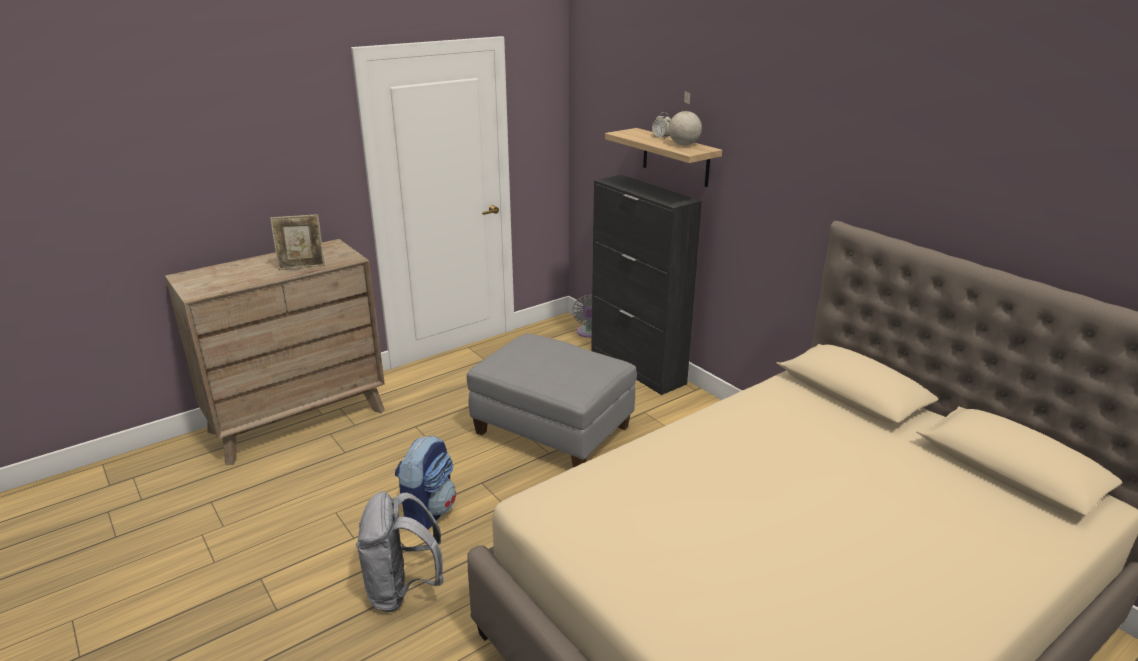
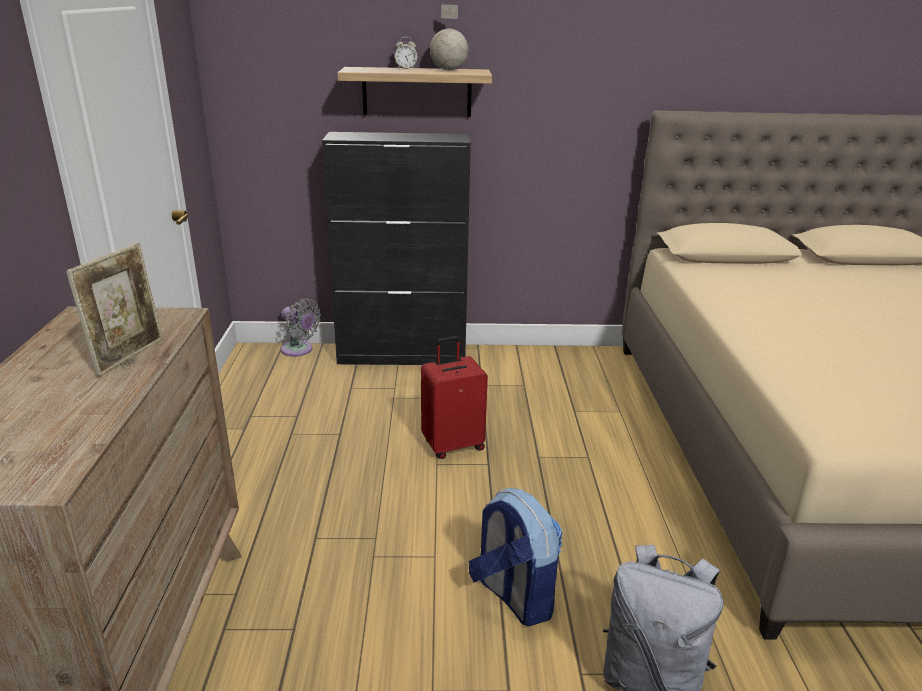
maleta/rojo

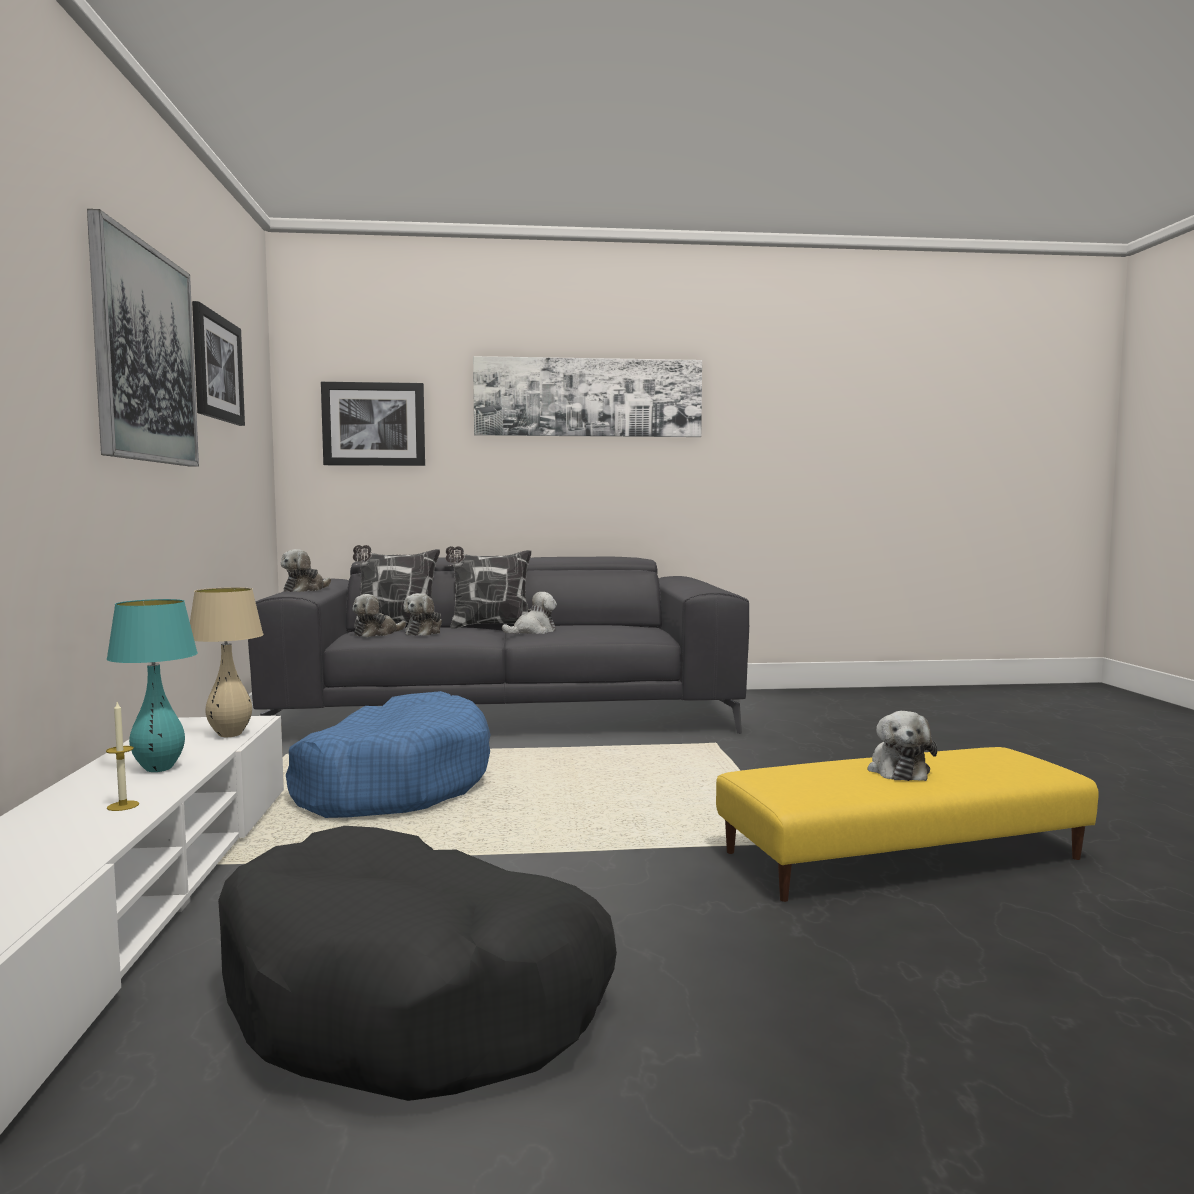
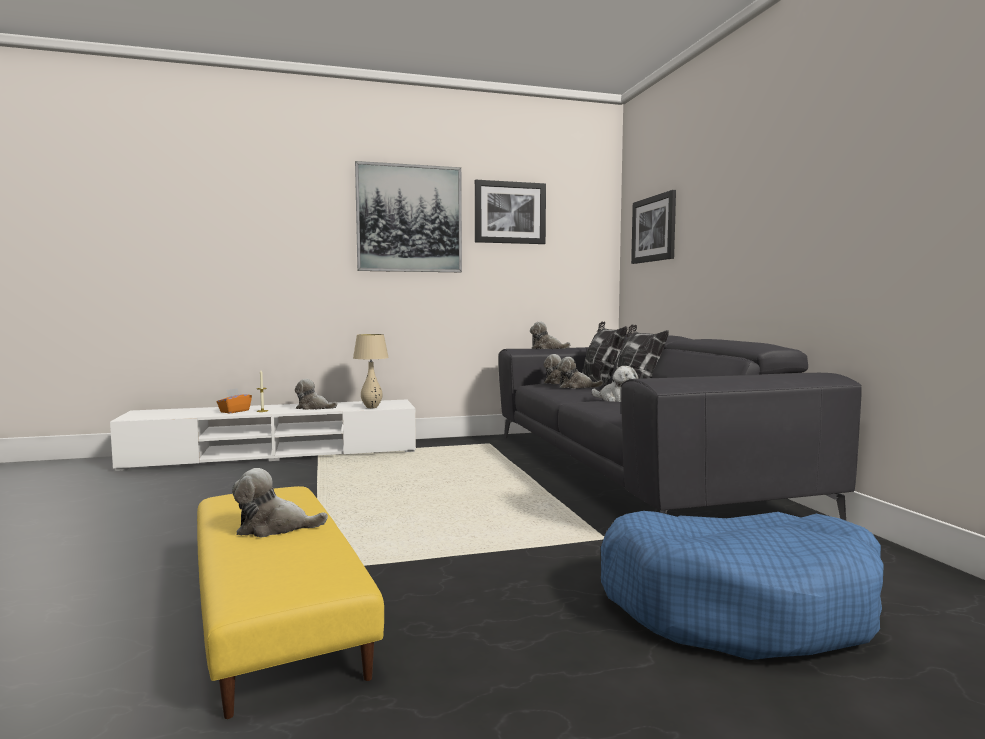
caja de pañuelos/naranja
peluche (no. 2 from left)
cama para perro/azul
cama para perro/negro
cuadro (no. 4 from left in the first image)

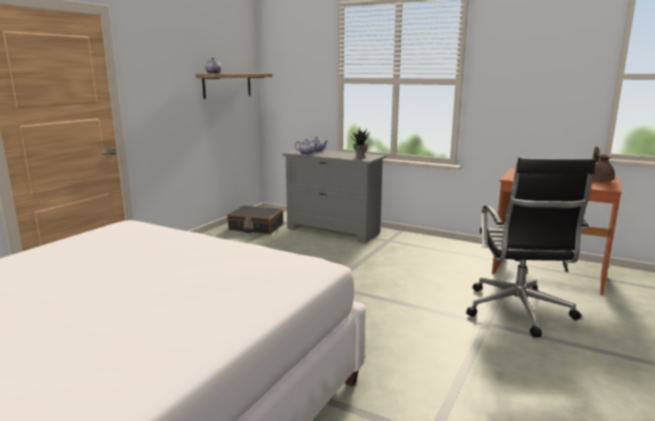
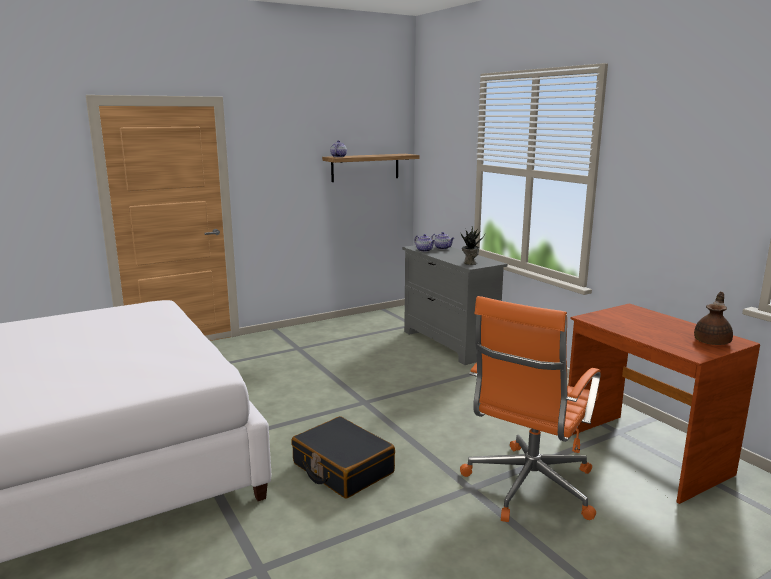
maleta/negro
silla de oficina/naranja

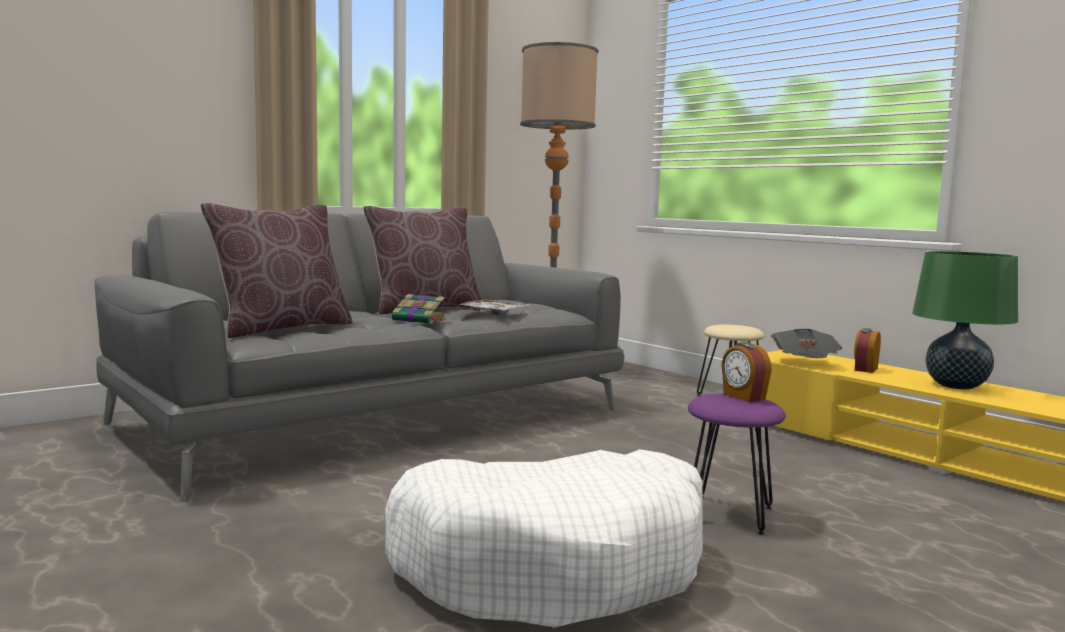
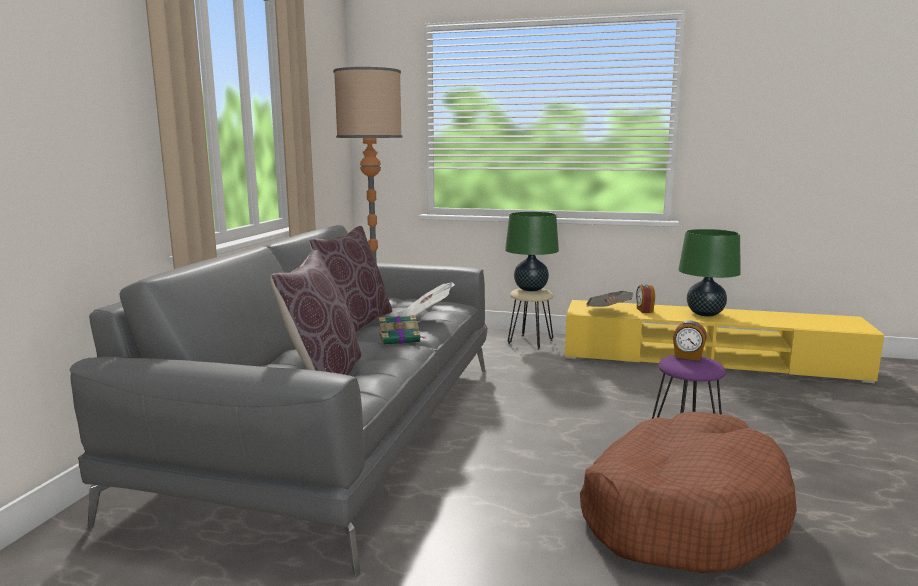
periódico (no. 1 from left)
lámpara de mesa/verde (no. 1 from left)
cama para perro/marrón

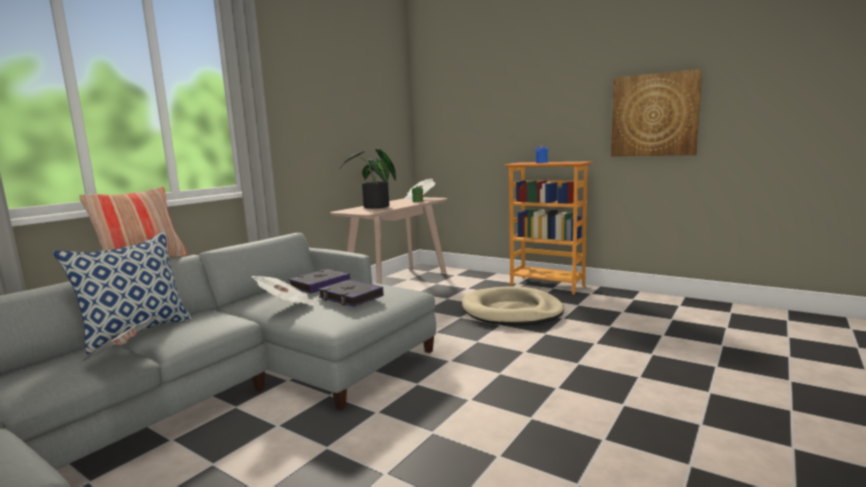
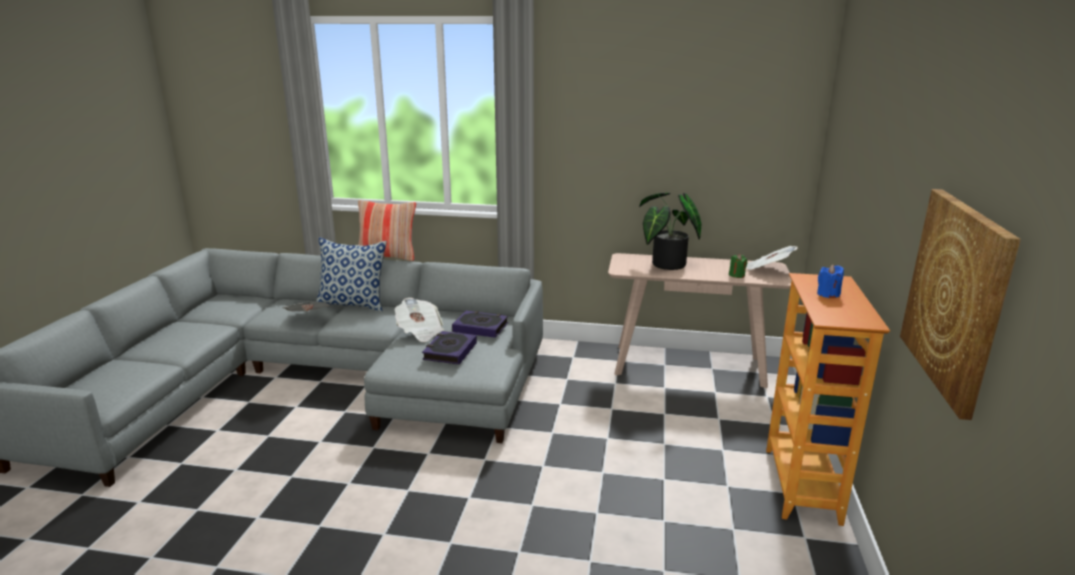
cama para perro/beis

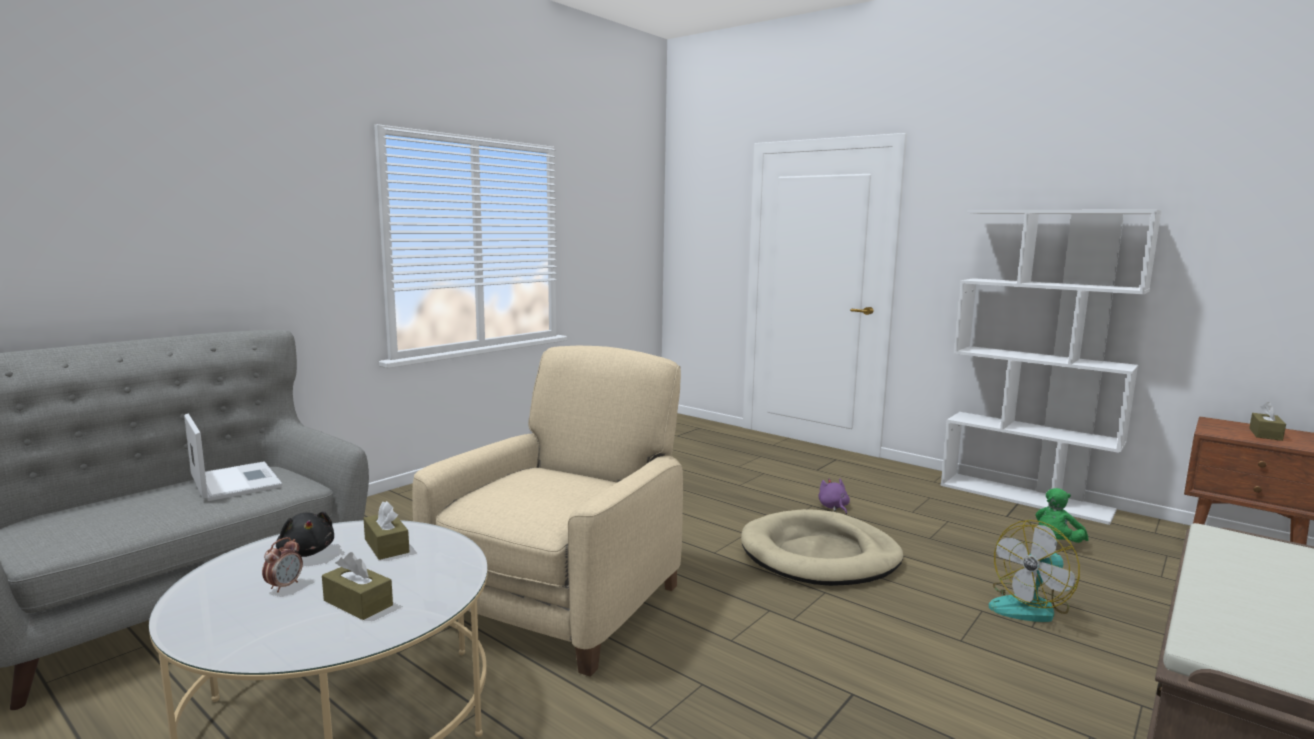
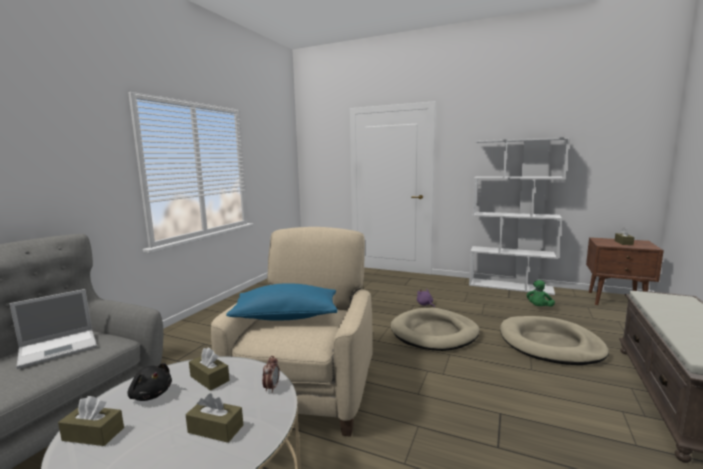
portátil
caja de pañuelos/marrón (no. 1 from left)
cojín/azul
despertador
cama para perro/beis (no. 2 from left)

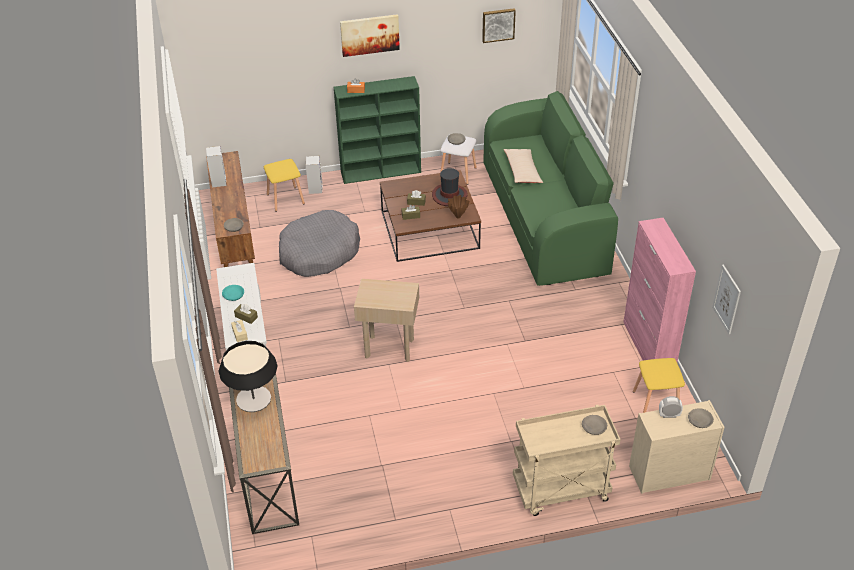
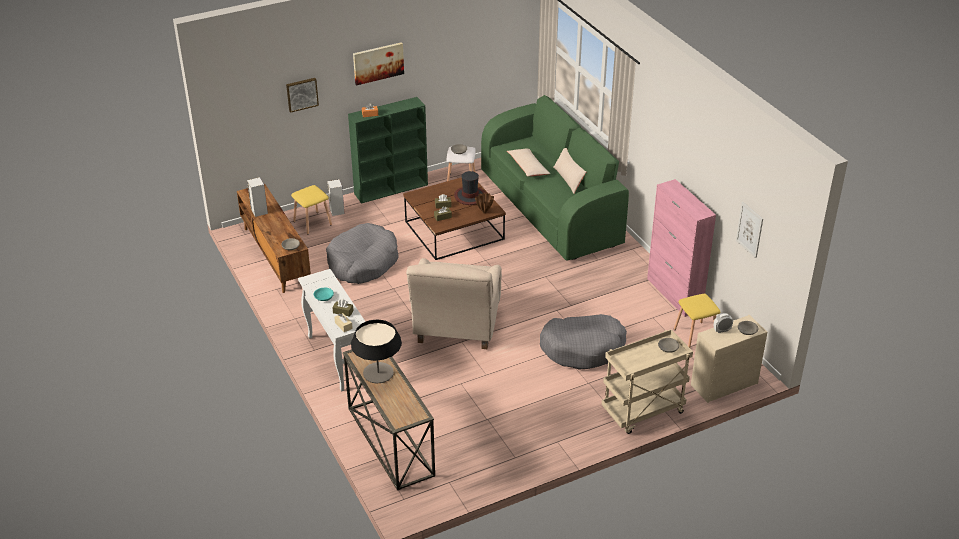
cuadro (no. 1 from left)
sillón/beis
cama para perro/gris (no. 2 from left)
cojín/beis (no. 2 from left)

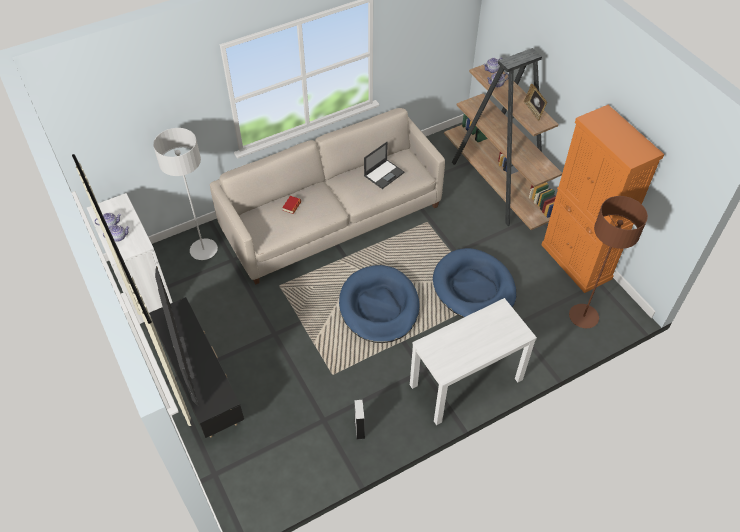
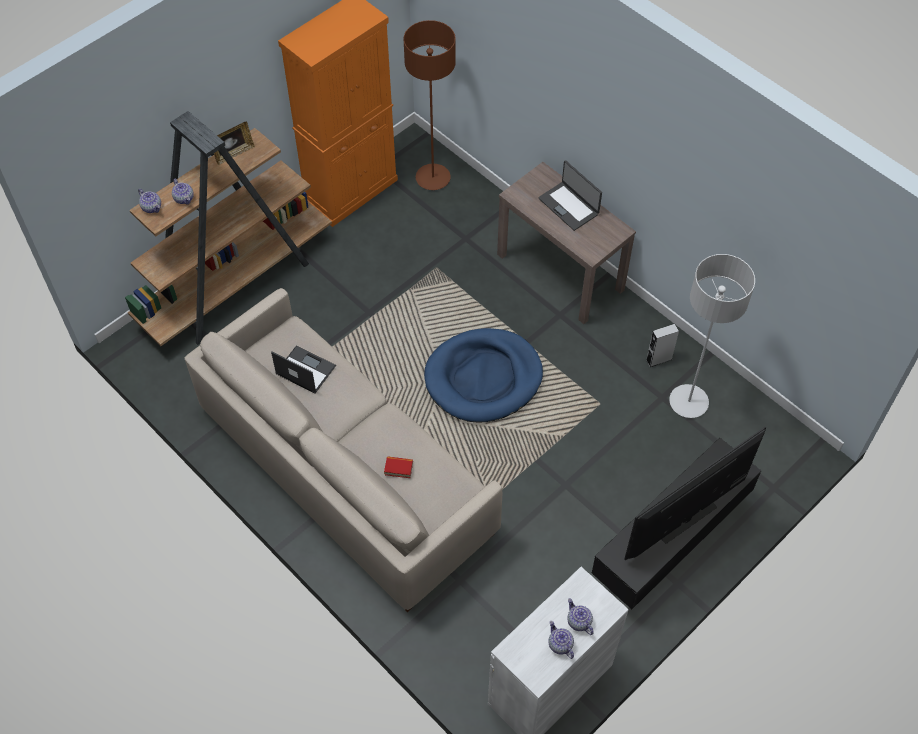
mesa consola/marrón
portátil (no. 2 from left)
lámpara de pie/gris
cama para perro/azul (no. 2 from left in the first image)

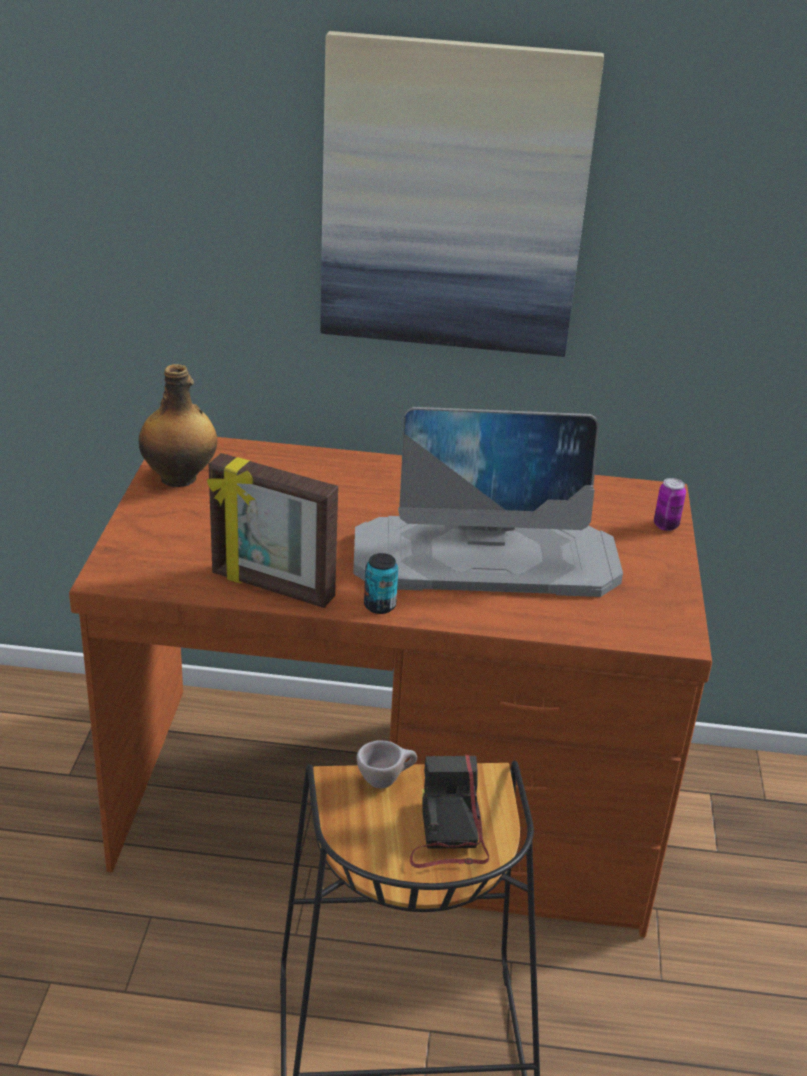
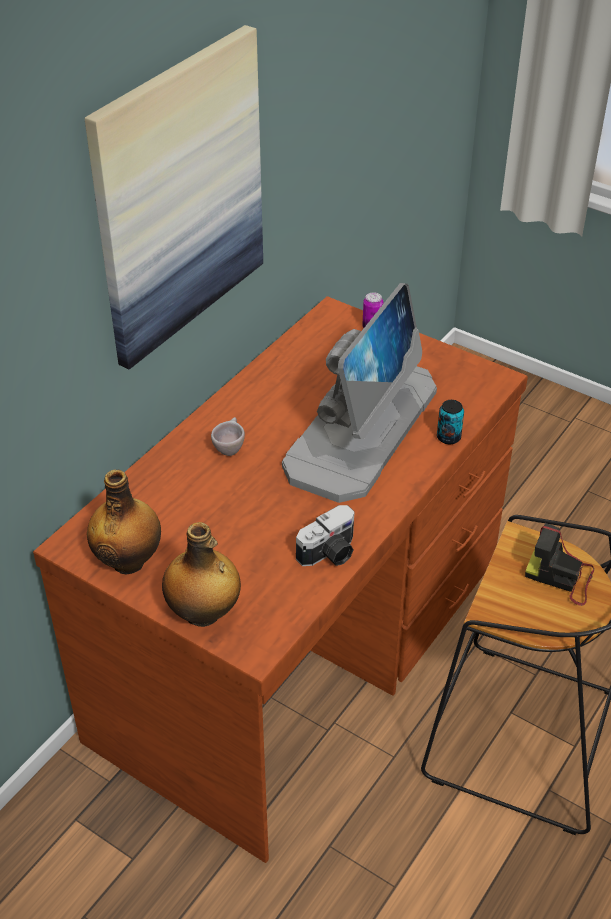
botella (no. 2 from left)
taza/beis
cámara (no. 1 from left)
lata (no. 2 from left)

